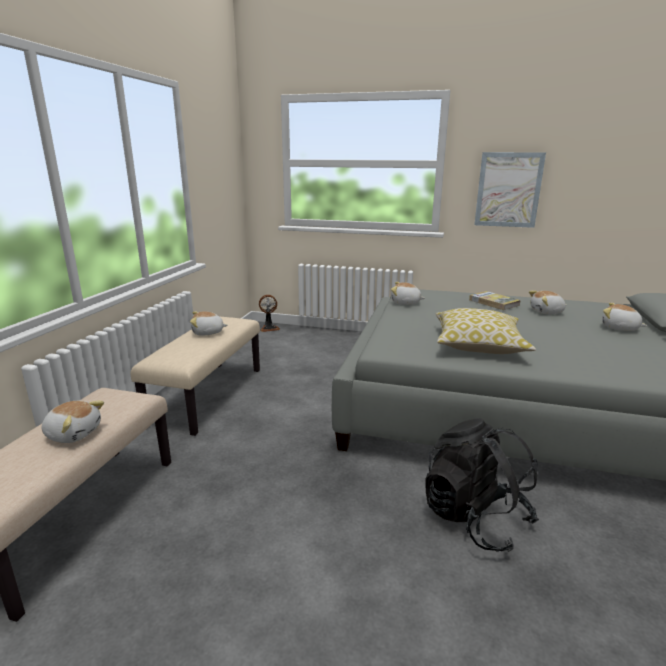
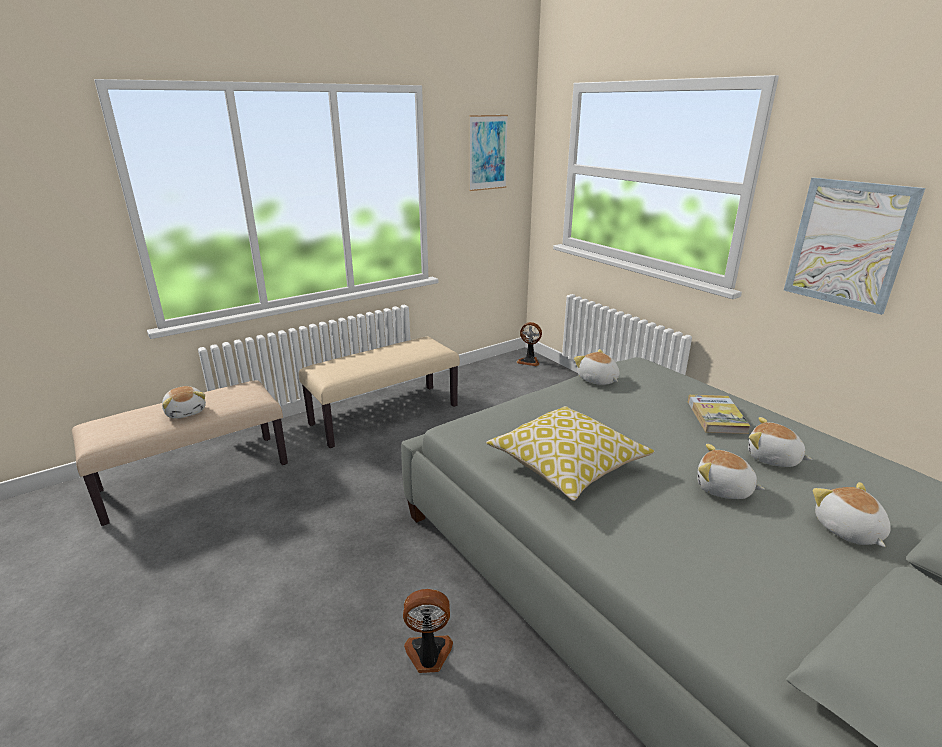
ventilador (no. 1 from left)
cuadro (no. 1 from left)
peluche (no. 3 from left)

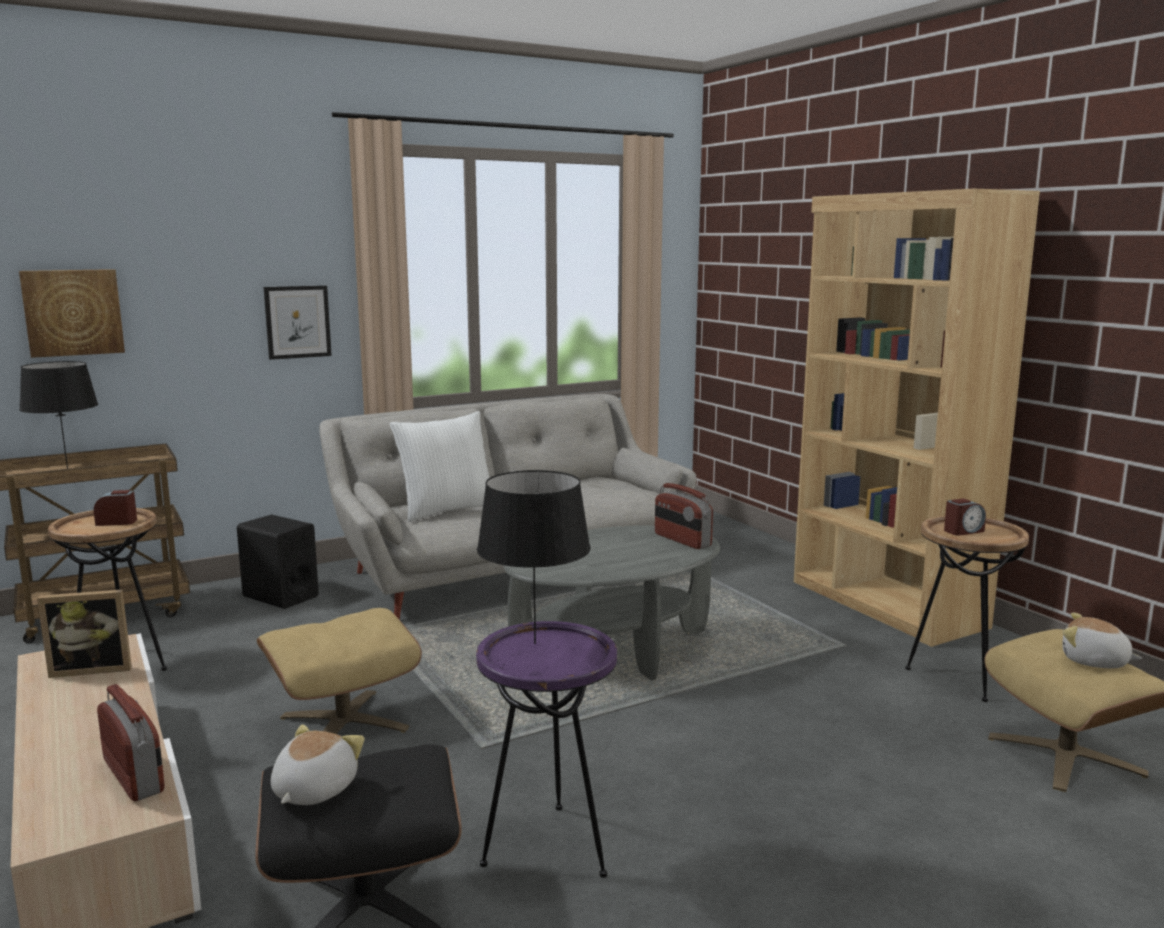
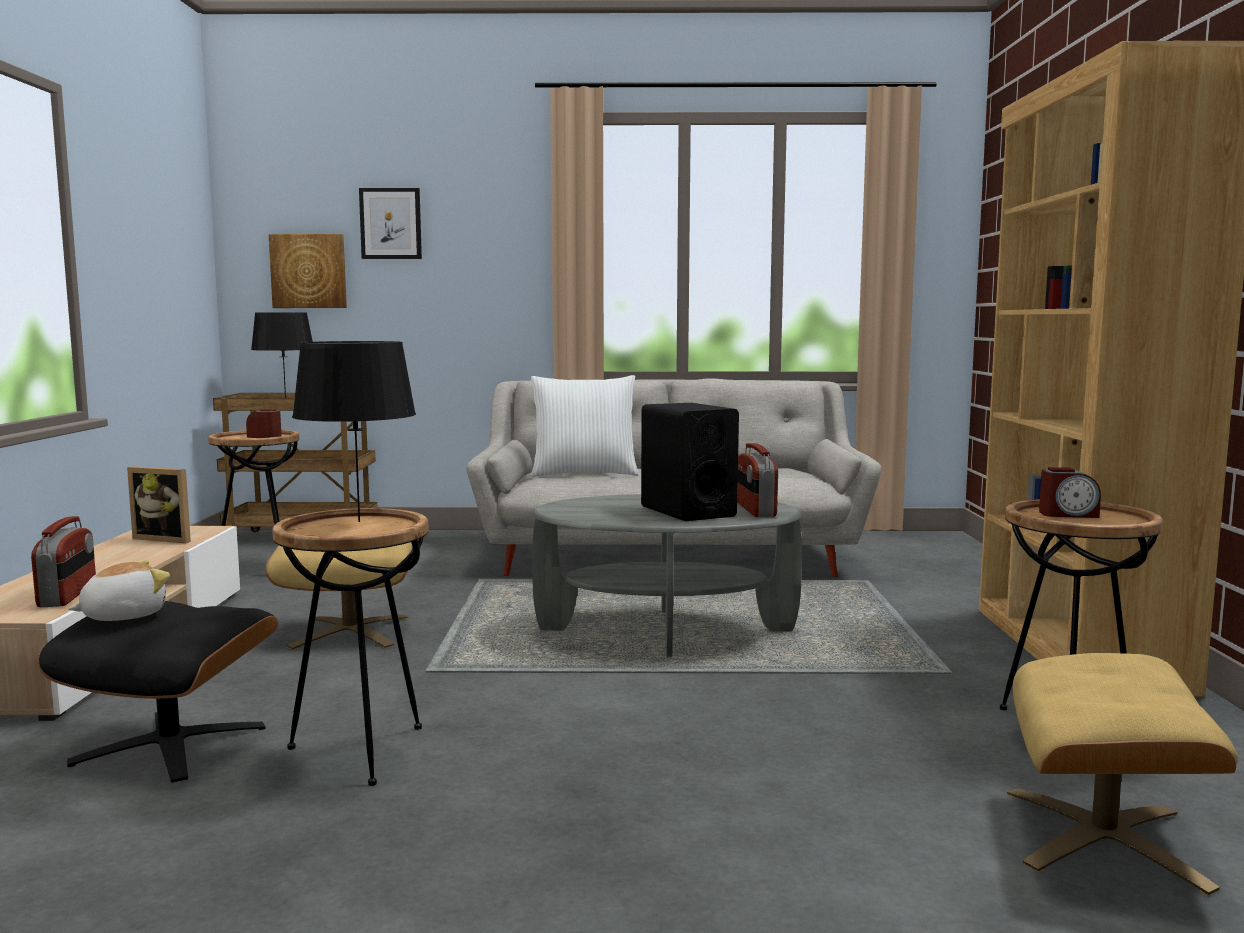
mesa auxiliar/marrón (no. 2 from left)
cuadro (no. 2 from left)
altavoz/negro
peluche (no. 2 from left in the first image)

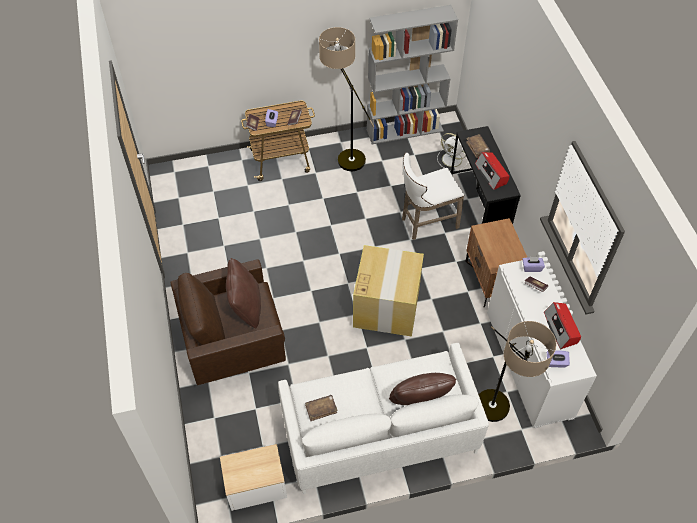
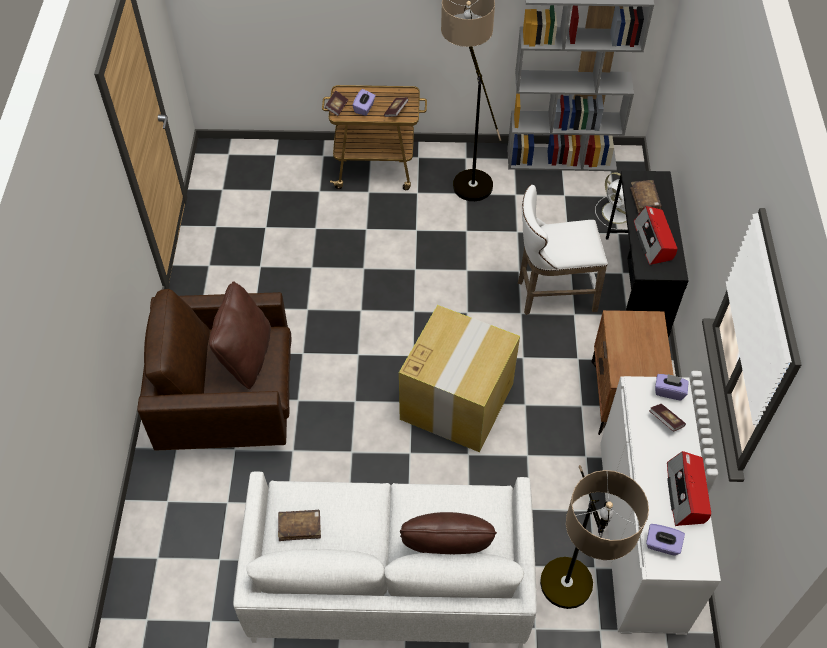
mesa auxiliar

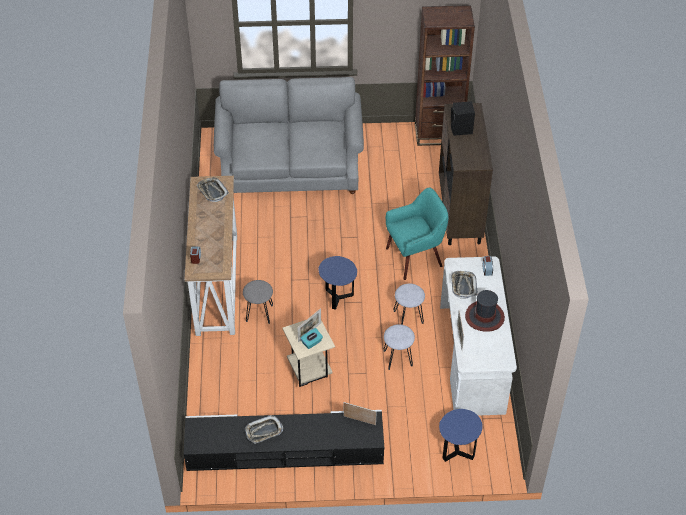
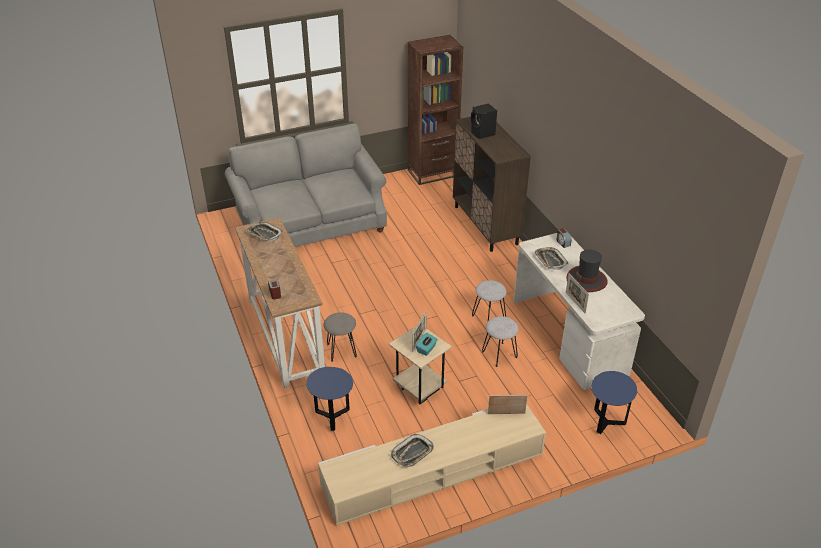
mesa auxiliar/azul (no. 1 from left)
mueble de televisión/beis
sillón/turquesa

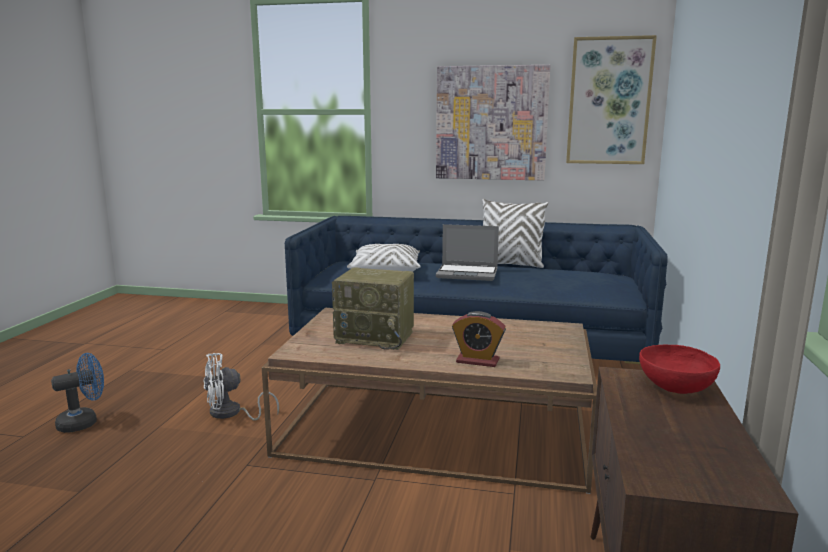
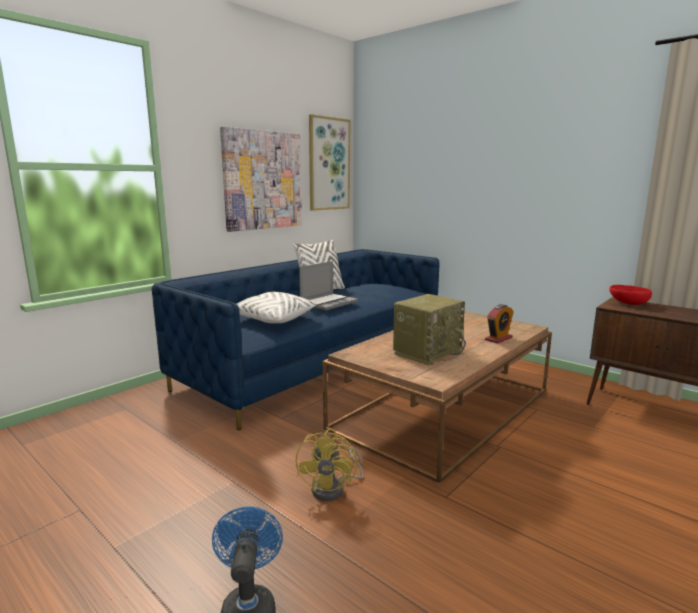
ventilador/amarillo

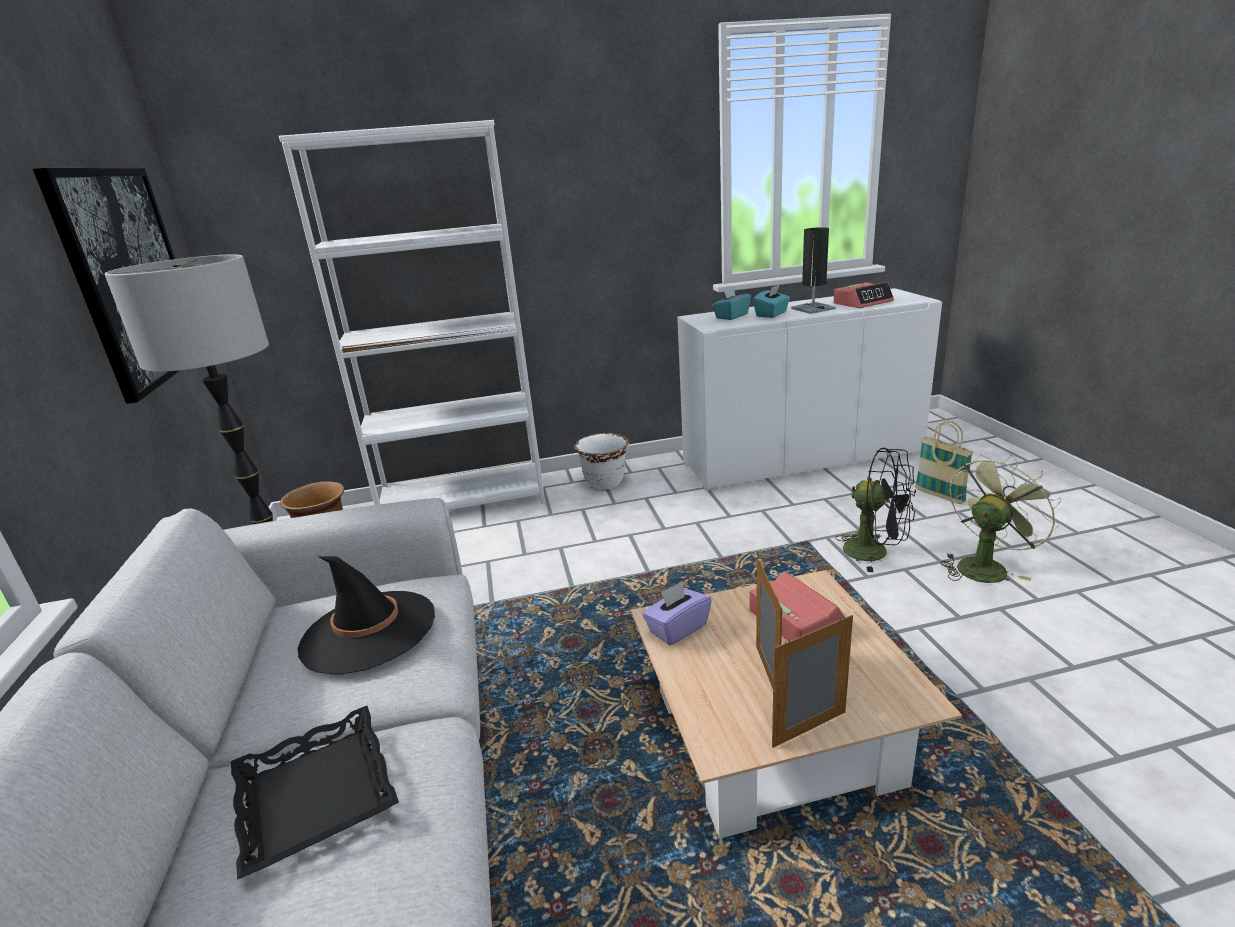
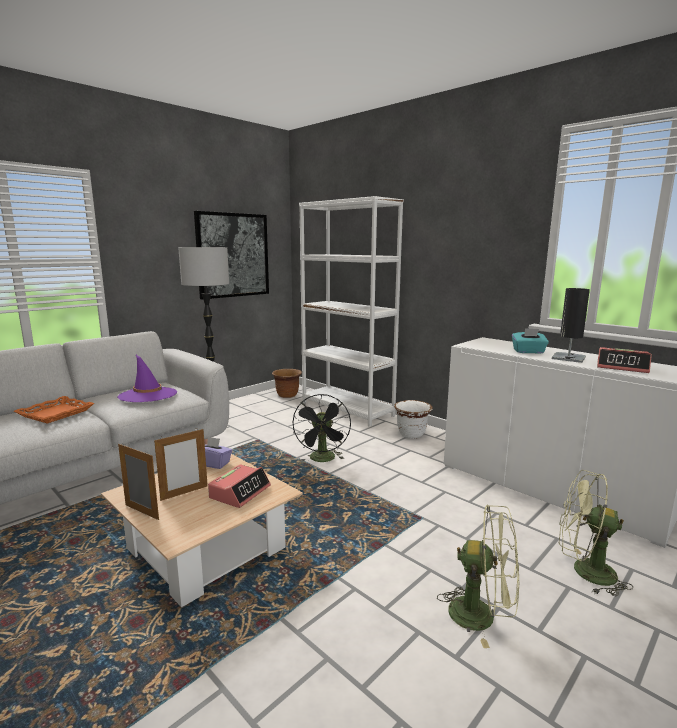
bandeja/naranja
sombrero/morado
ventilador/negro
ventilador/verde (no. 2 from left)
caja de pañuelos/turquesa (no. 1 from left in the first image)

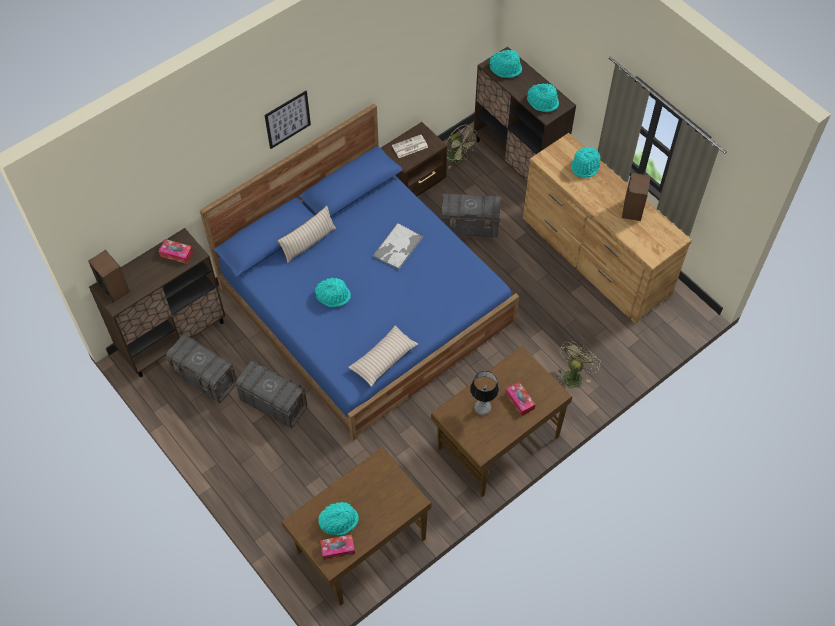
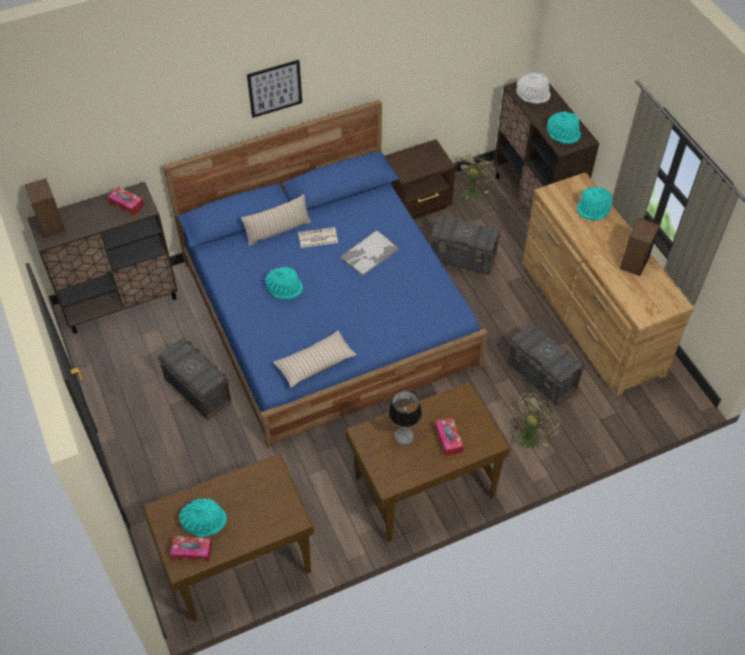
periódico
ventilador/verde (no. 1 from left)
caja de almacenaje/gris (no. 3 from left)
sombrero/blanco

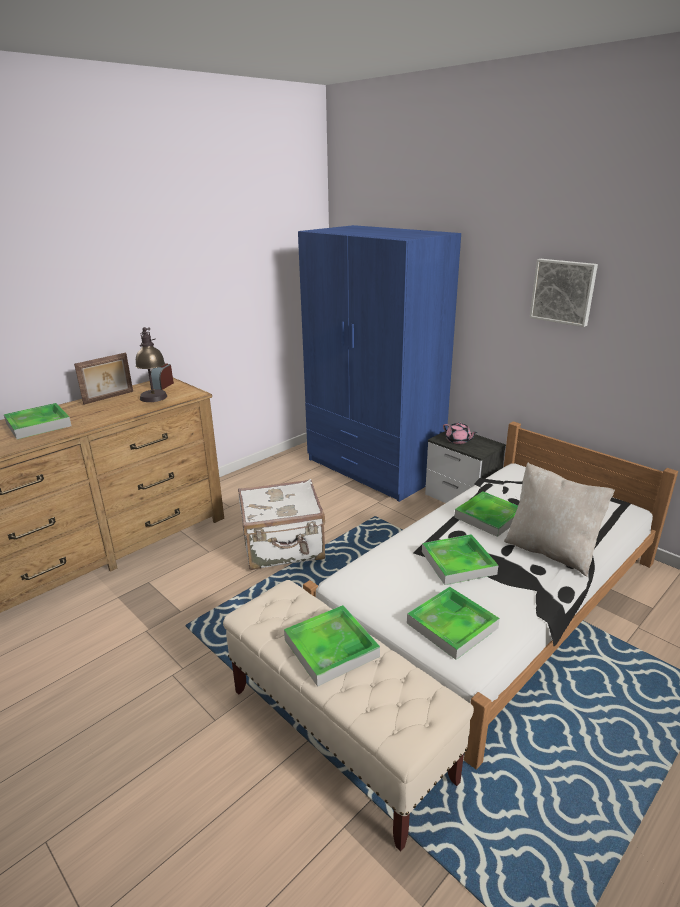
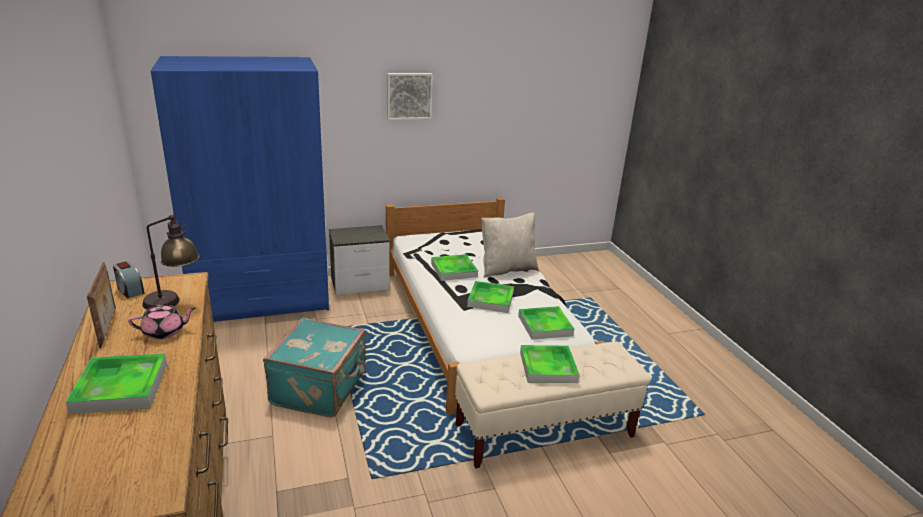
tetera/rosa
maleta/turquesa

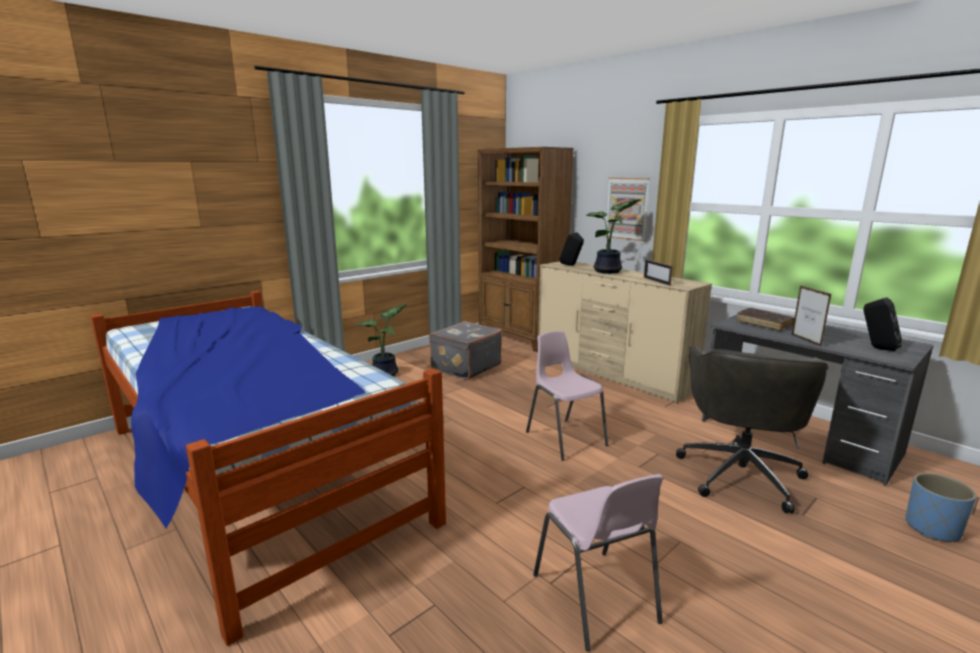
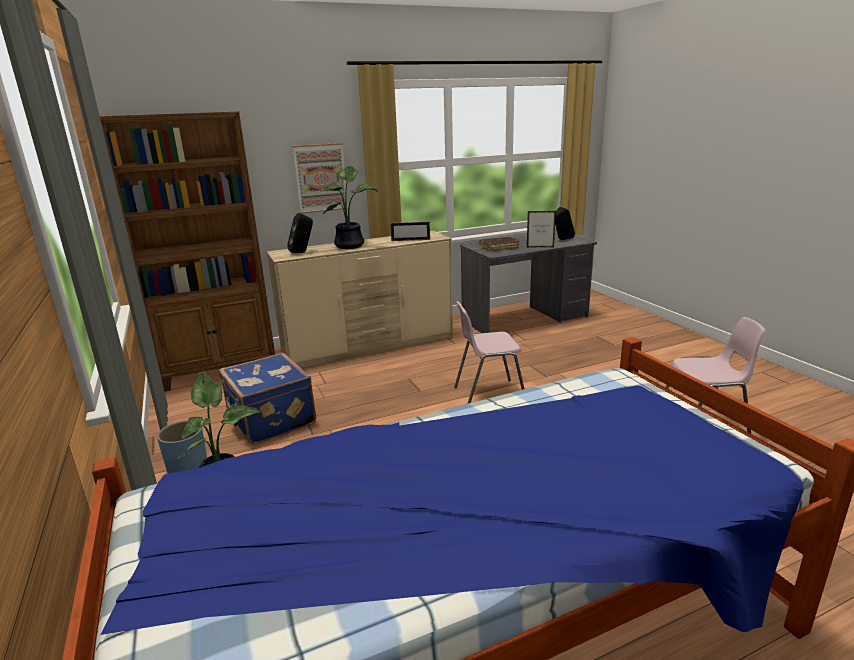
maceta/azul
maleta/azul
silla de oficina/gris

